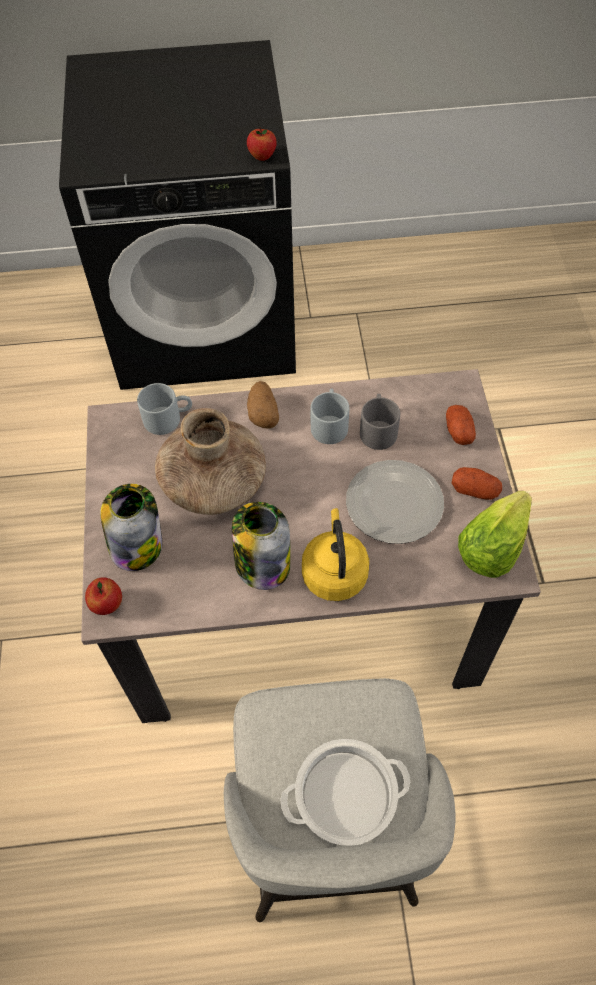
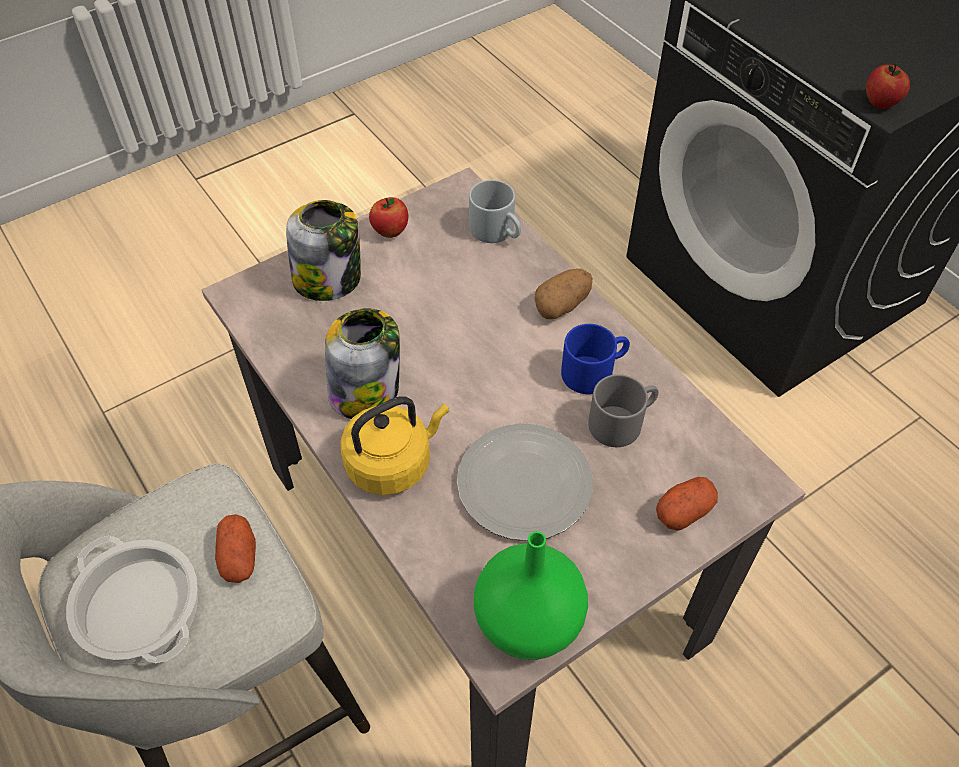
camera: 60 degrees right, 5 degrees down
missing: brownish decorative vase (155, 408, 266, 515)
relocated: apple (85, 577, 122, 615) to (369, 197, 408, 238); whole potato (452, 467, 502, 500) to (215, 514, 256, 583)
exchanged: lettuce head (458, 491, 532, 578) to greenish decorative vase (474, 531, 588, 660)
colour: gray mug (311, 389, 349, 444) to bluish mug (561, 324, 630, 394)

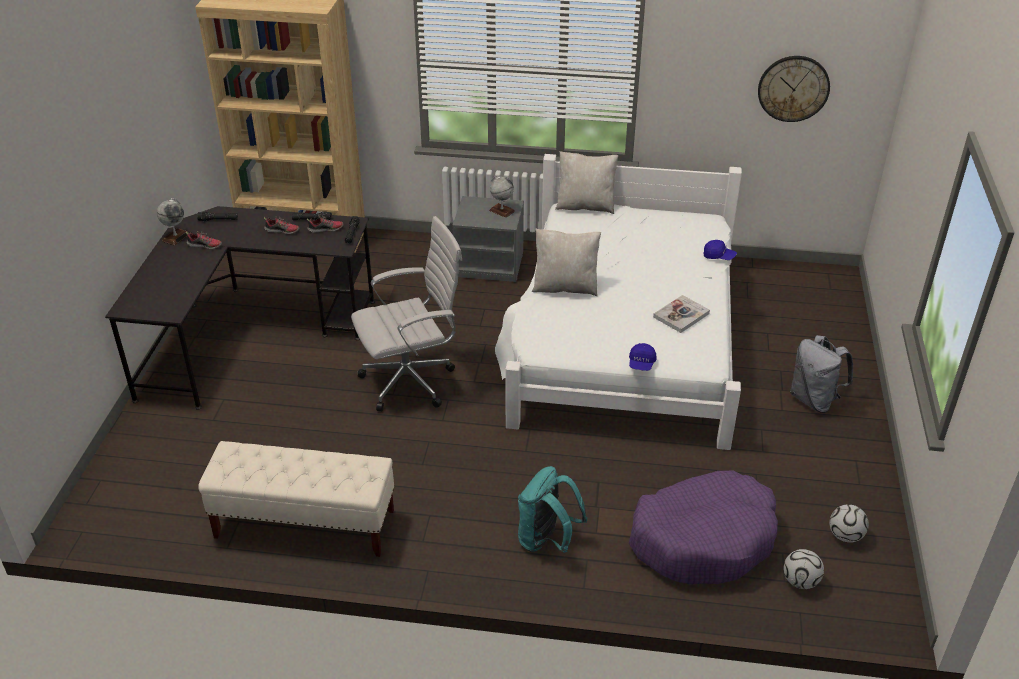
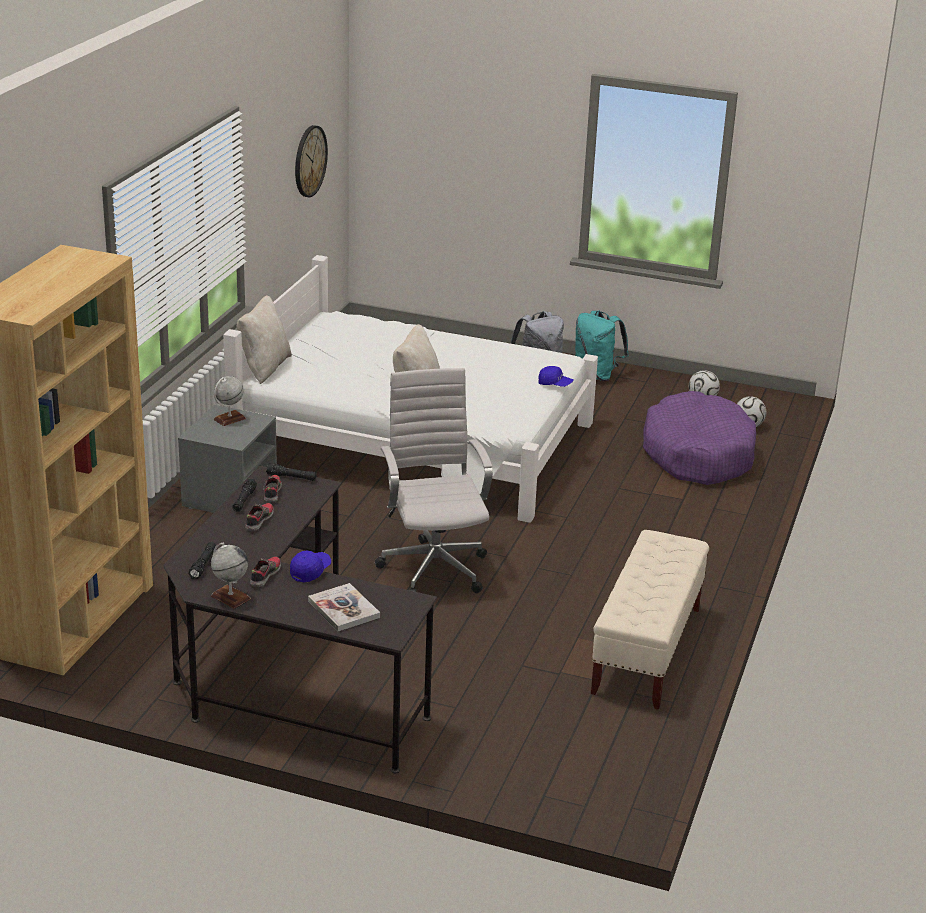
camera: 80 degrees left, 10 degrees down
relocated: turquoise backpack (518, 466, 587, 553) to (575, 311, 629, 381); volume (653, 295, 710, 333) to (308, 583, 380, 631); bluish peaked cap (703, 240, 737, 260) to (290, 551, 331, 583)

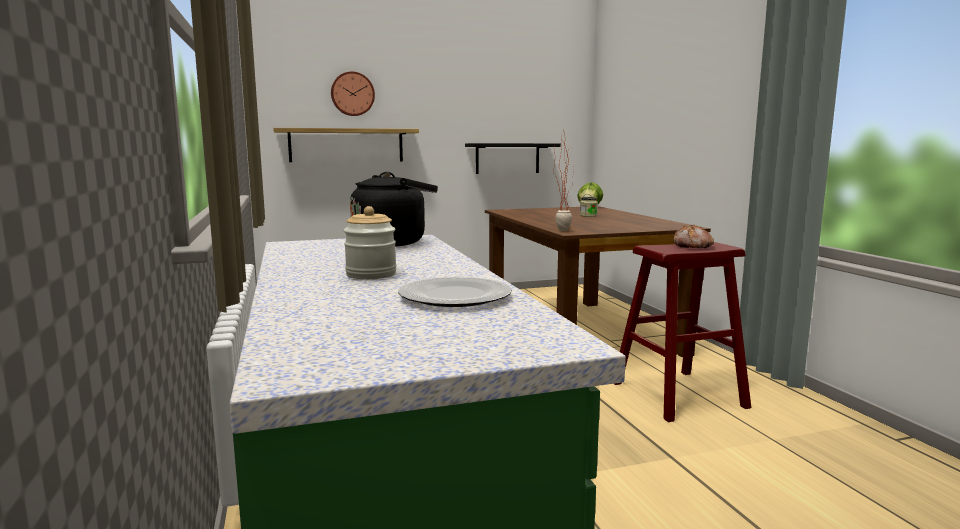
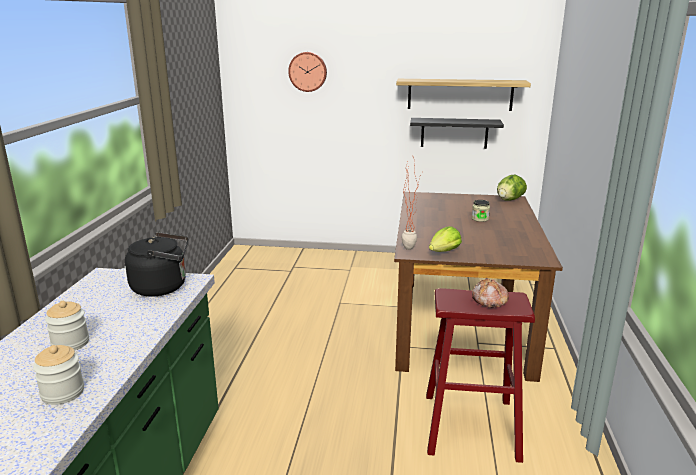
camera: 25 degrees right, 10 degrees up
appeared: lettuce head (429, 226, 462, 252)
relocated: wall shelf (273, 128, 419, 162) to (396, 79, 531, 111)
exchanged: flat dish (398, 276, 512, 307) to storage jar (33, 345, 84, 405)

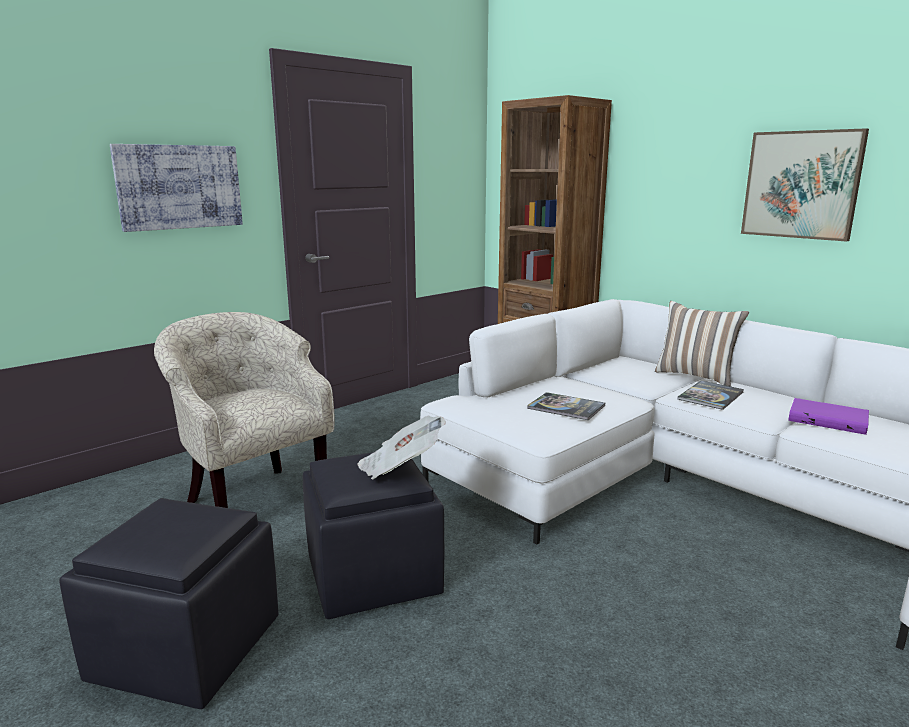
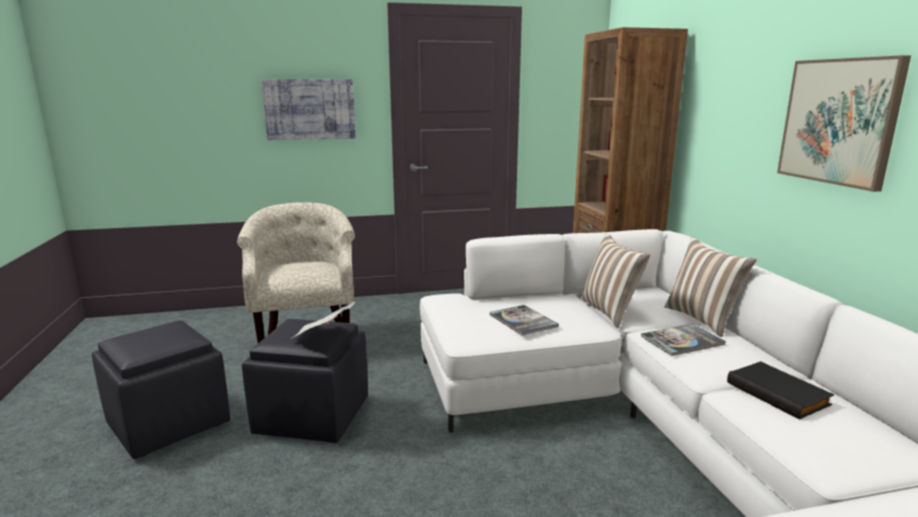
camera: 30 degrees right, 0 degrees up
appeared: throw pillow (581, 234, 650, 328)
colour: purple volume (788, 398, 869, 435) to blackish volume (727, 361, 834, 419)

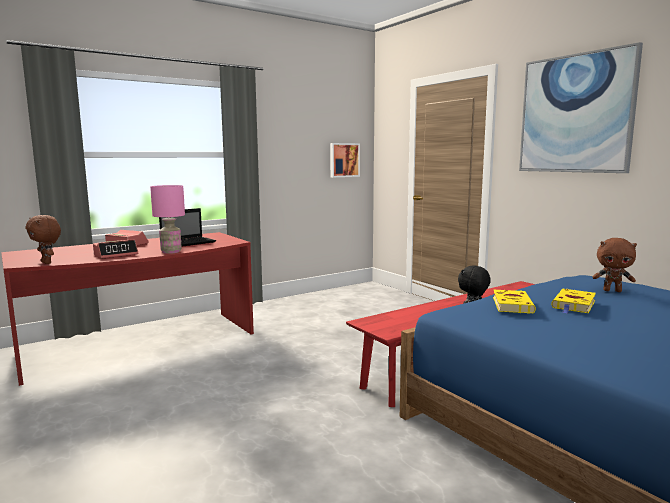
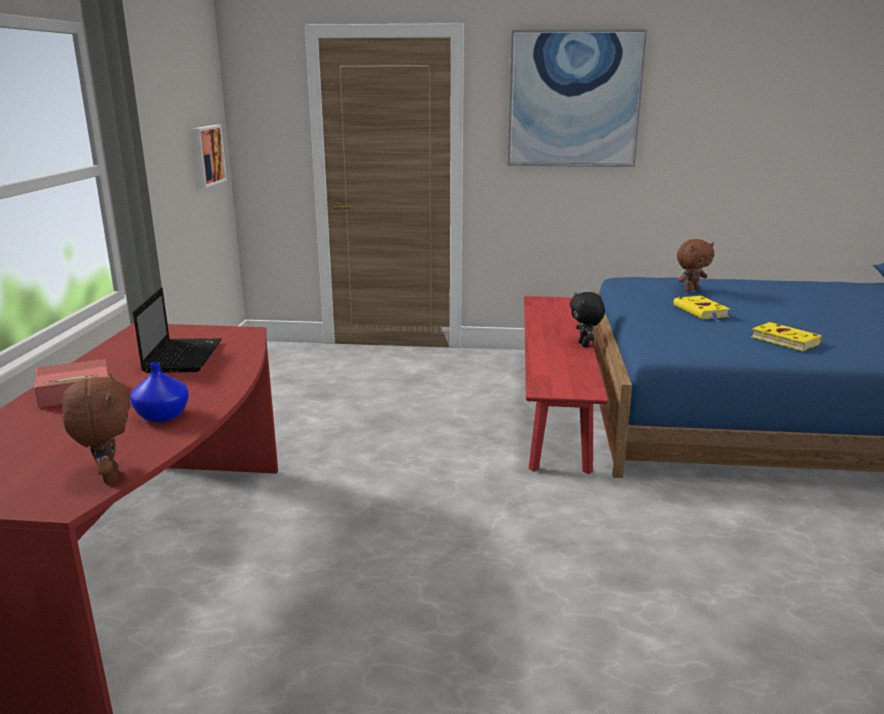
camera: 50 degrees left, 10 degrees up
missing: pink lamp for a table (150, 185, 185, 254)
relocated: yellow-coloured volume (493, 290, 536, 314) to (751, 322, 822, 351)
exchanged: bedside clock (93, 240, 138, 259) to bluish decorative vase (130, 362, 189, 422)
spun: brownish soft toy (26, 215, 61, 264) = (62, 373, 131, 484) 105 degrees counterclockwise

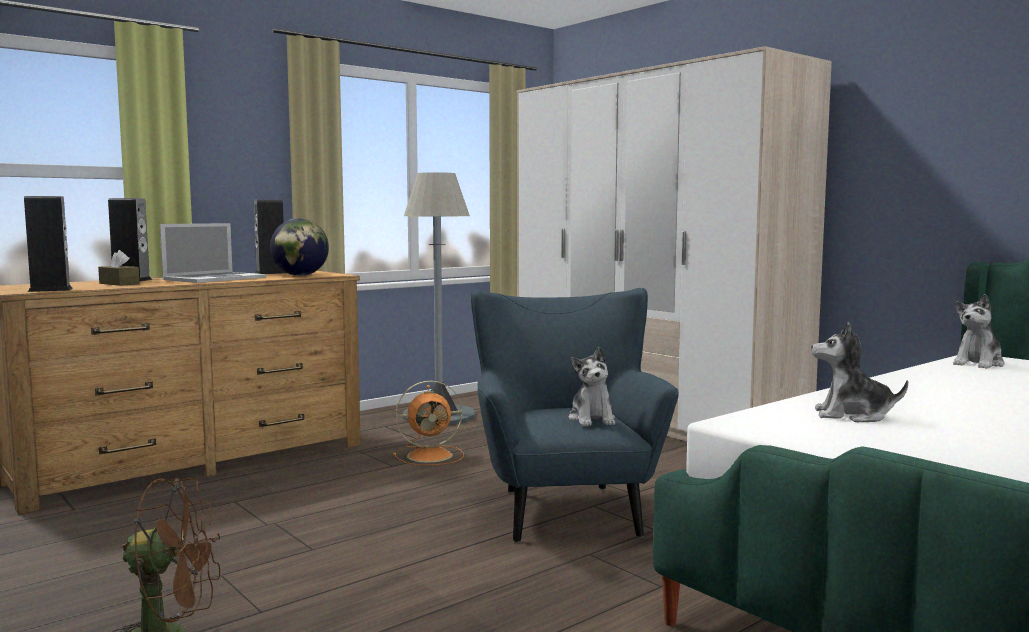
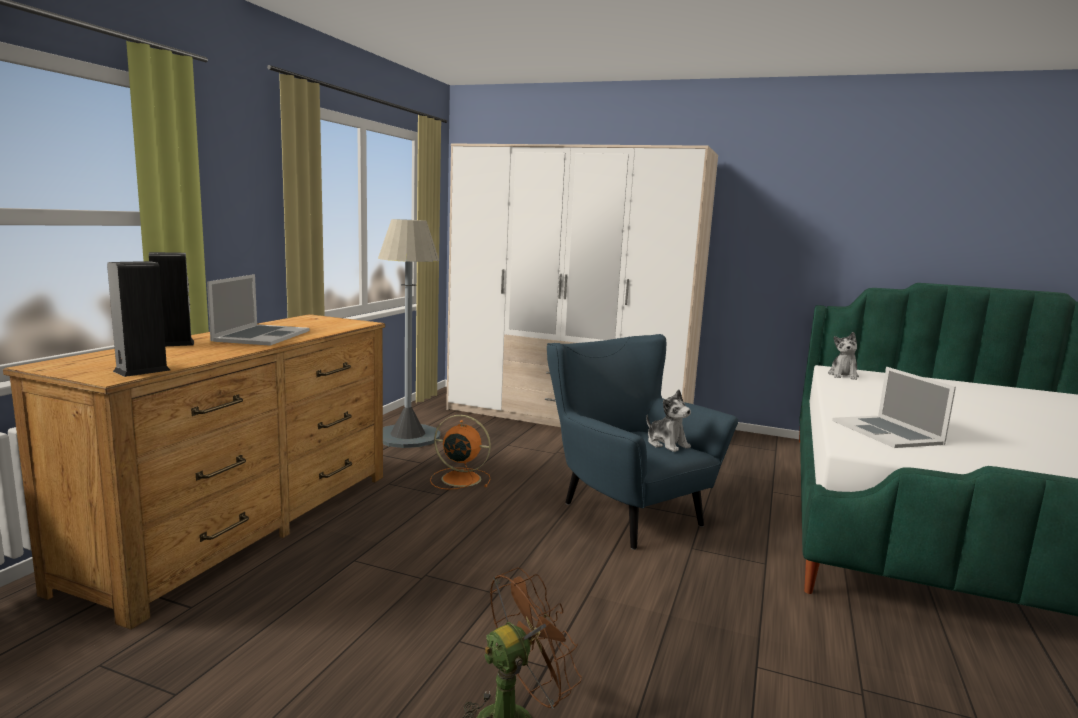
camera: 30 degrees left, 5 degrees up
missing: brownish tissue box (98, 250, 140, 286); audio speaker (254, 200, 286, 274); globe (270, 219, 329, 276)
exchanged: soft toy (811, 322, 908, 422) to laptop (832, 367, 956, 448)
spun: orangey electric fan (393, 381, 464, 465) = (430, 415, 491, 490) 120 degrees counterclockwise

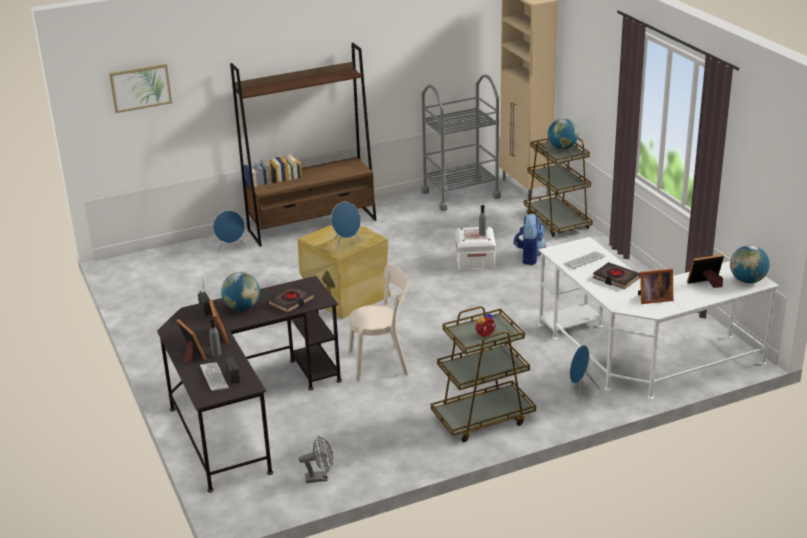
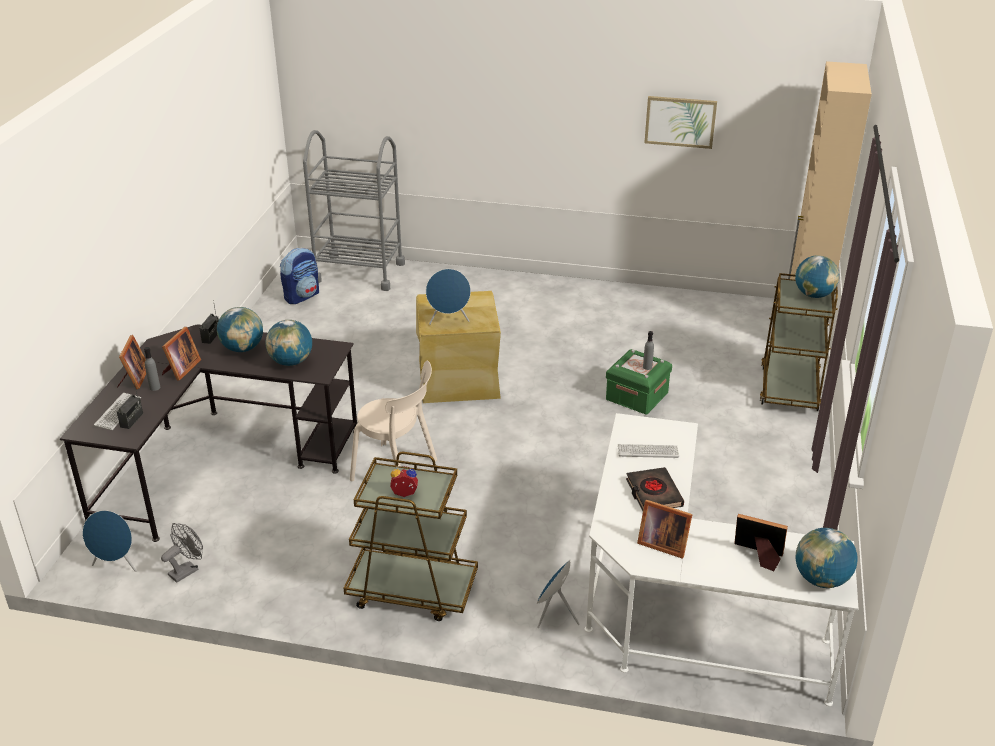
camera: 35 degrees right, 5 degrees up
missing: brownish bookcase (230, 43, 376, 247)
relocated: wall art (109, 64, 172, 113) to (644, 96, 717, 149); bluish audio speaker (213, 210, 246, 254) to (82, 510, 136, 572); gray wheeled cart (421, 74, 501, 211) to (303, 130, 405, 291); backpack (514, 214, 546, 265) to (280, 248, 319, 304)
exchanged: blackish volume (267, 285, 315, 313) to globe (266, 320, 312, 366)
colour: whitish storage box (455, 227, 496, 270) to greenish storage box (606, 349, 672, 414)
spun: gray electric fan (298, 435, 333, 483) = (161, 523, 203, 583) 75 degrees counterclockwise

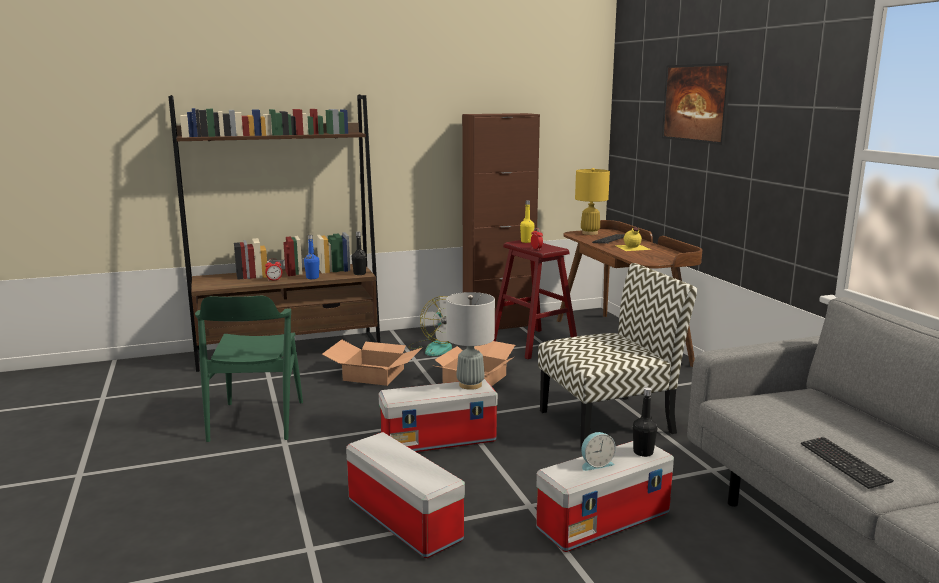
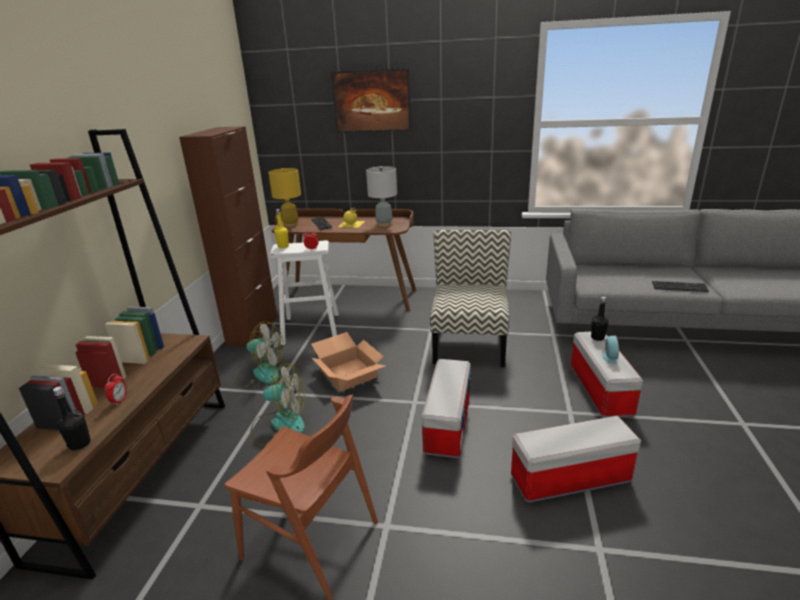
camera: 60 degrees left, 10 degrees up
missing: bluish beverage bottle (304, 235, 319, 279)
relocated: blackish beverage bottle (352, 232, 367, 275) to (53, 386, 91, 451); gray lamp for a table (446, 292, 495, 390) to (366, 166, 397, 227)
exchanged: packing box (322, 340, 423, 386) to electric fan (250, 363, 305, 446)
colour: greenish plain chair (195, 296, 303, 442) to brownish plain chair (225, 395, 378, 600); red stool (493, 240, 577, 359) to whitish stool (270, 240, 338, 345)

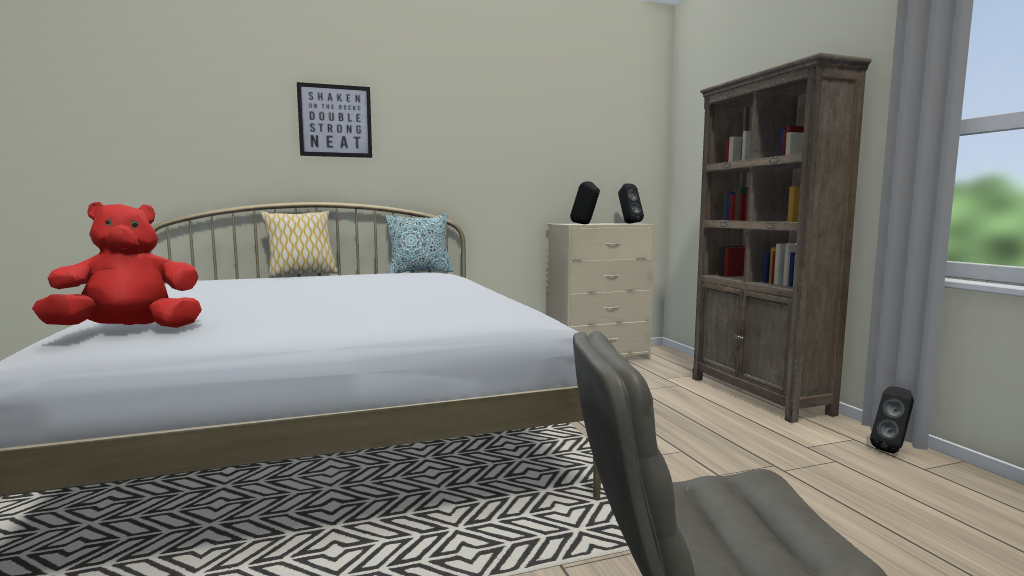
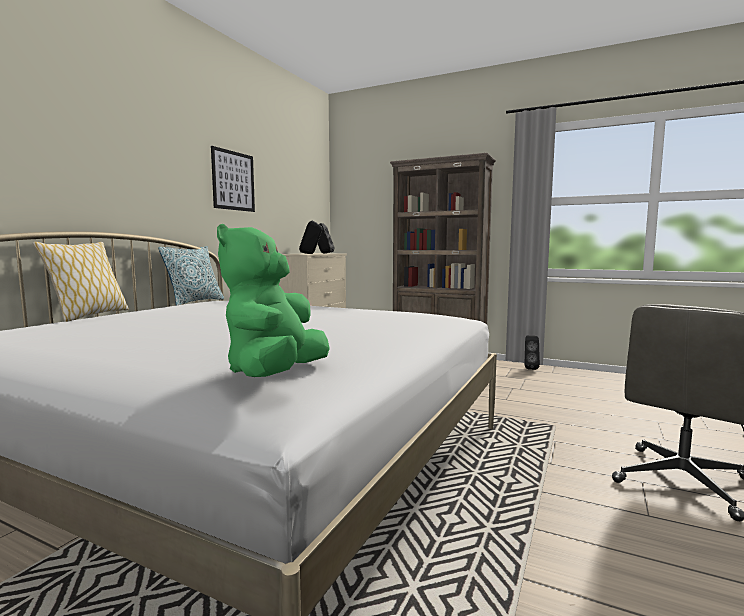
camera: 45 degrees left, 0 degrees up
relocated: wall art (297, 82, 372, 158) to (211, 146, 255, 212)
colour: red soft toy (32, 202, 202, 328) to greenish soft toy (217, 224, 330, 377)

